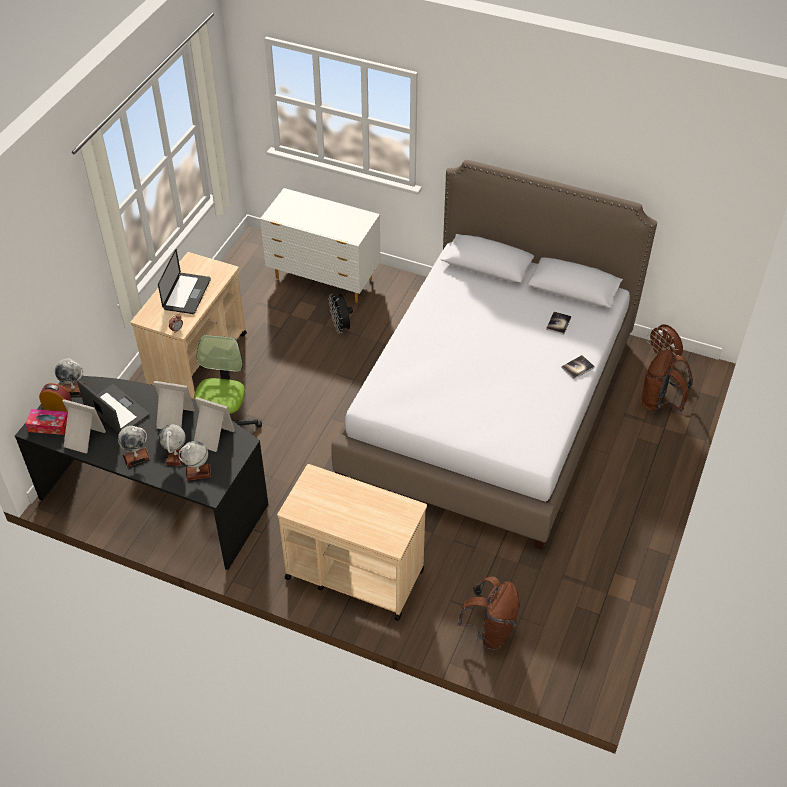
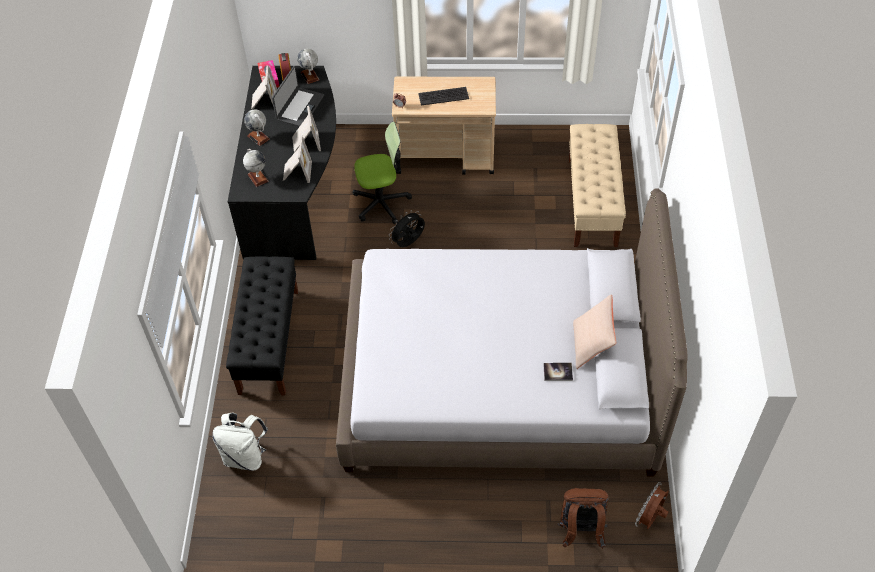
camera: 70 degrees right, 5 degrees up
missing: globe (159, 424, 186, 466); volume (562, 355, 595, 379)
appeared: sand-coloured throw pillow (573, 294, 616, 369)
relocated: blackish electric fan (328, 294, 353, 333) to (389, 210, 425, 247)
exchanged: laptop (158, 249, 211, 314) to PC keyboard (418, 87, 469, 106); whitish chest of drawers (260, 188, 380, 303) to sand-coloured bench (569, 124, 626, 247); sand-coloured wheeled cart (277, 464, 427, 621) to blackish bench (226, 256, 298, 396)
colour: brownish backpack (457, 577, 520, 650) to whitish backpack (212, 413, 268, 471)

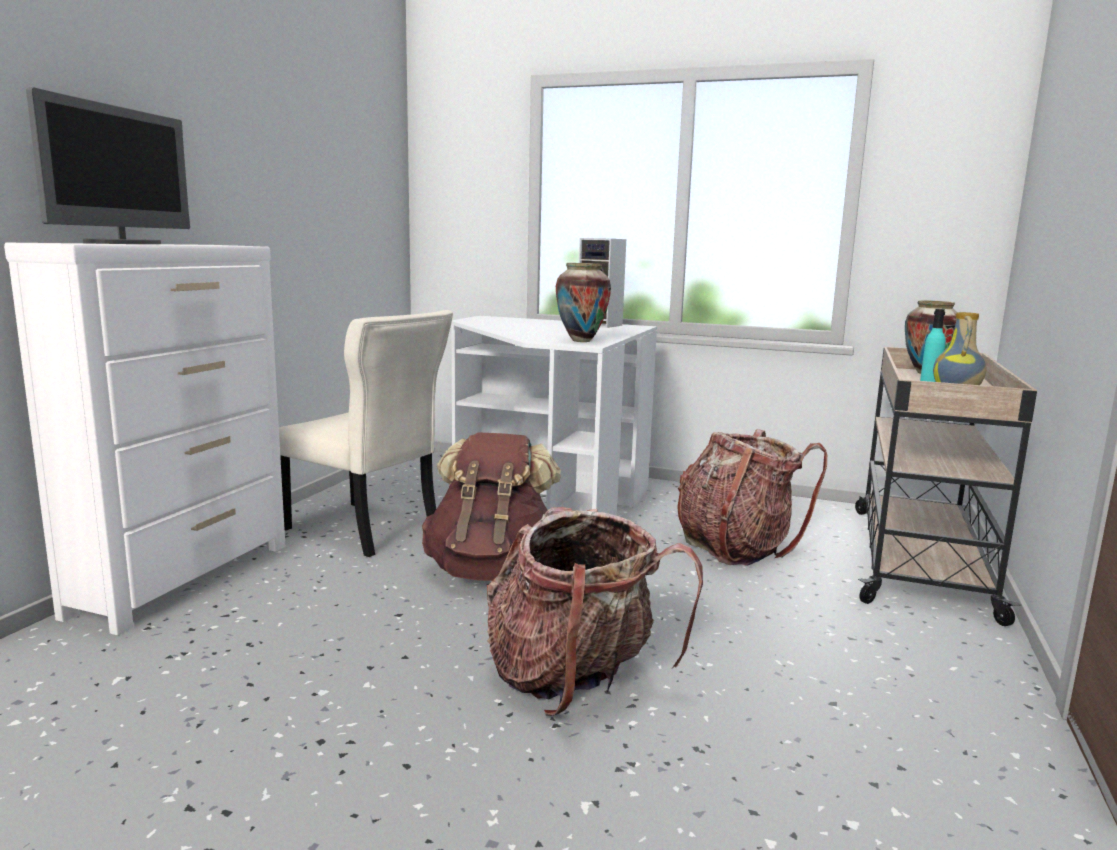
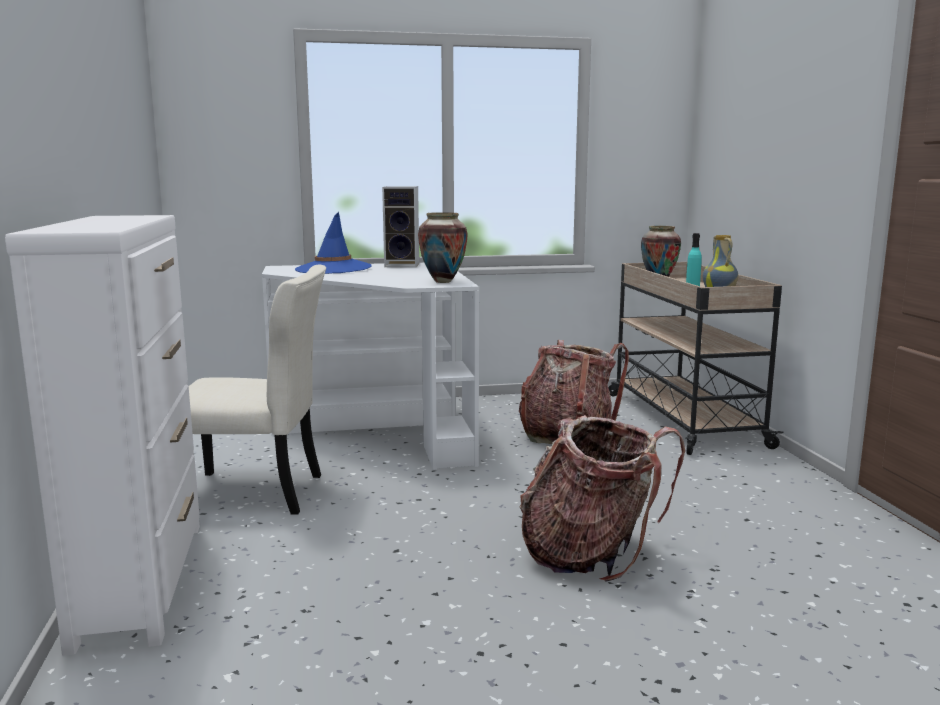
camera: 30 degrees left, 0 degrees up
missing: computer screen (26, 88, 190, 244); brownish backpack (422, 432, 561, 581)
appeared: bluish hat (295, 212, 372, 274)

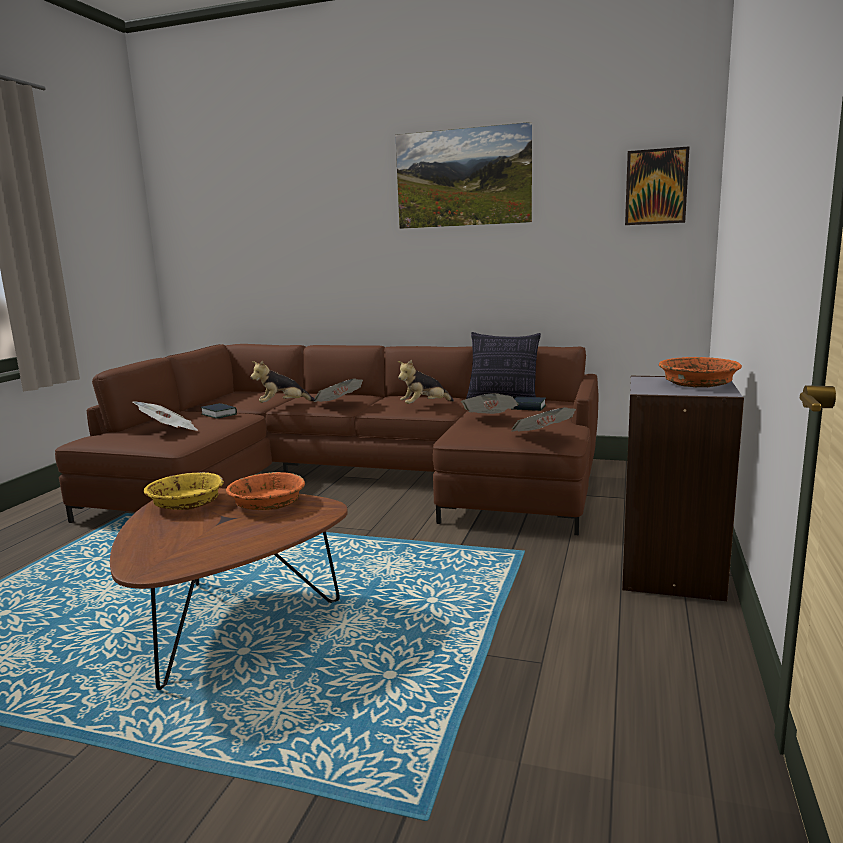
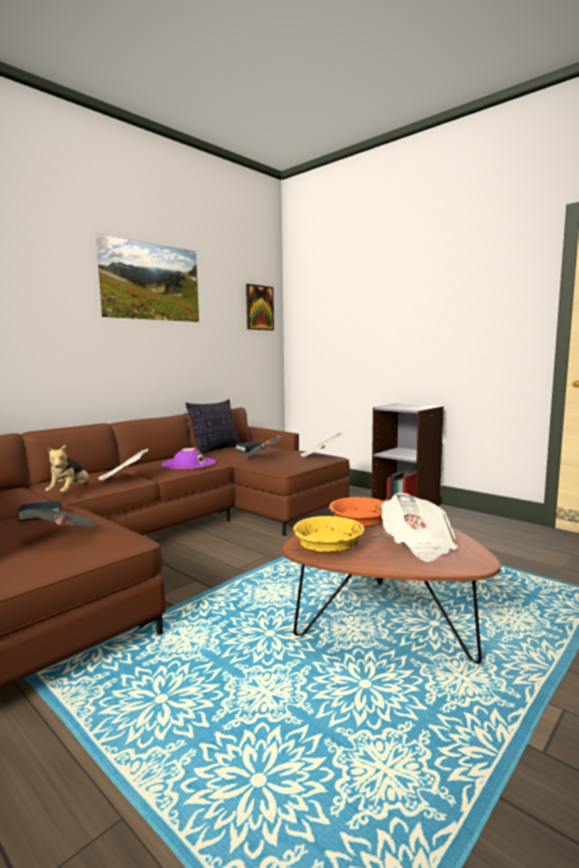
camera: 65 degrees left, 5 degrees down
missing: orangey bowl (659, 357, 742, 387)
appeared: newspaper (381, 493, 458, 562)
exchanged: soft toy (398, 360, 454, 404) to purple hat (161, 448, 215, 469)

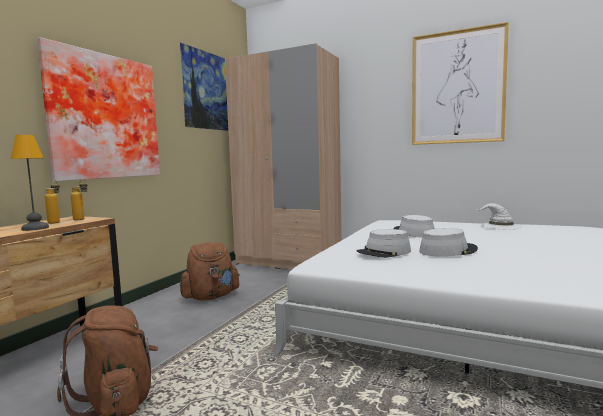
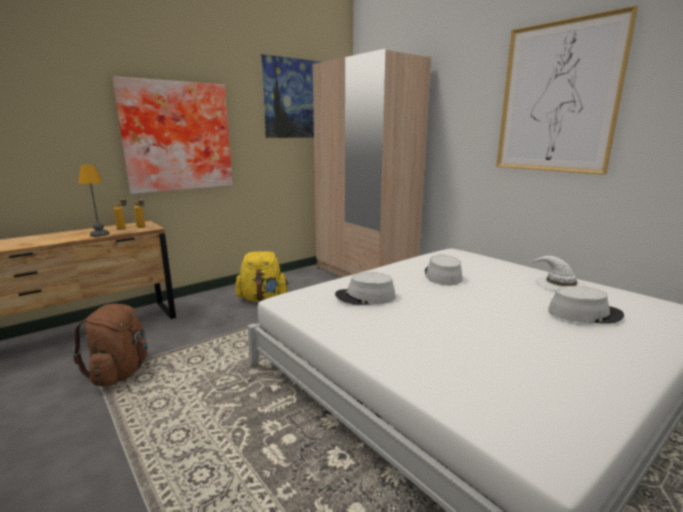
camera: 25 degrees right, 10 degrees up
relocated: gray hat (419, 228, 478, 257) to (548, 286, 624, 324)
colour: brownish backpack (180, 242, 239, 301) to yellow-coloured backpack (235, 252, 289, 302)

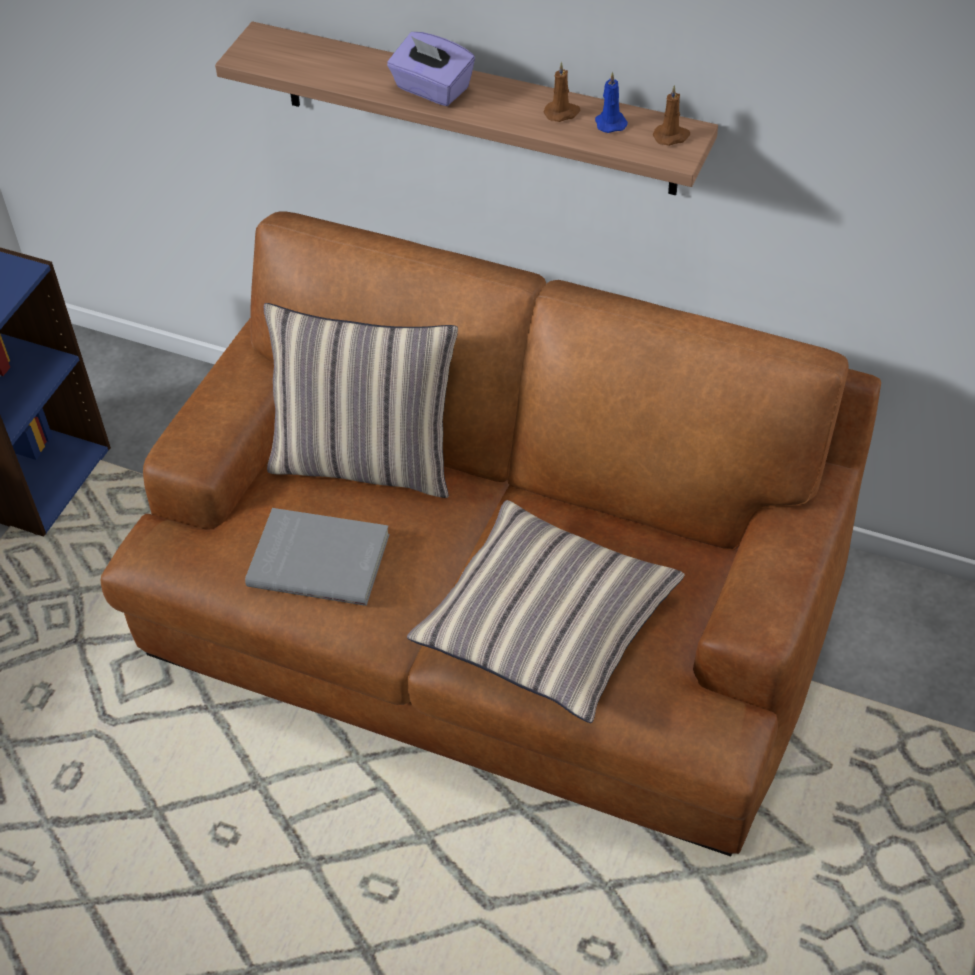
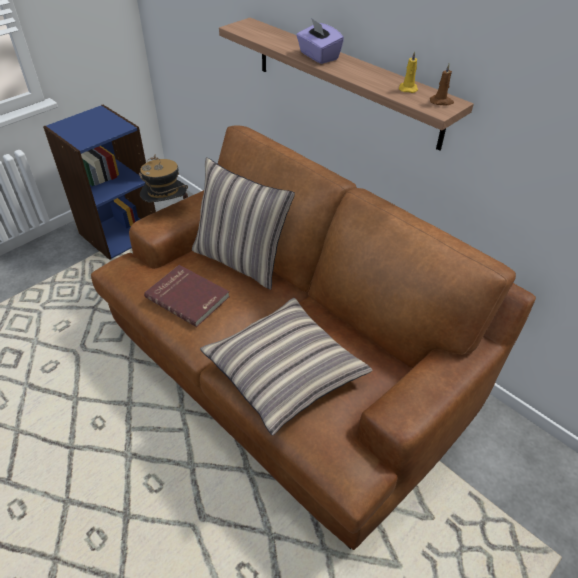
camera: 20 degrees right, 5 degrees down
missing: brownish wax light (544, 62, 580, 122)
appeared: hat (139, 154, 188, 203)
colour: gray volume (245, 508, 389, 606) to red volume (144, 265, 230, 327); bluish wax light (595, 72, 628, 133) to yellow-coloured wax light (399, 51, 418, 93)

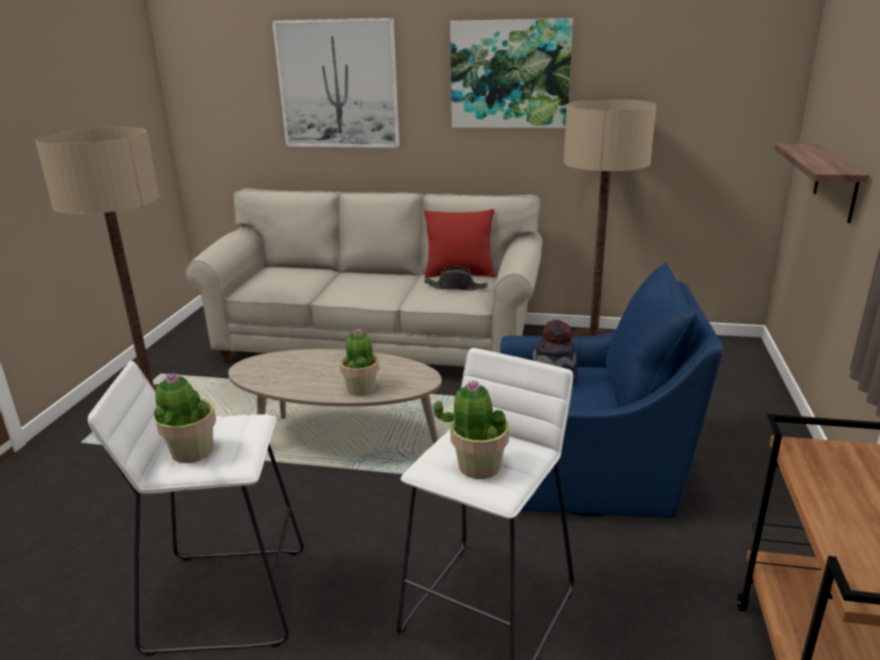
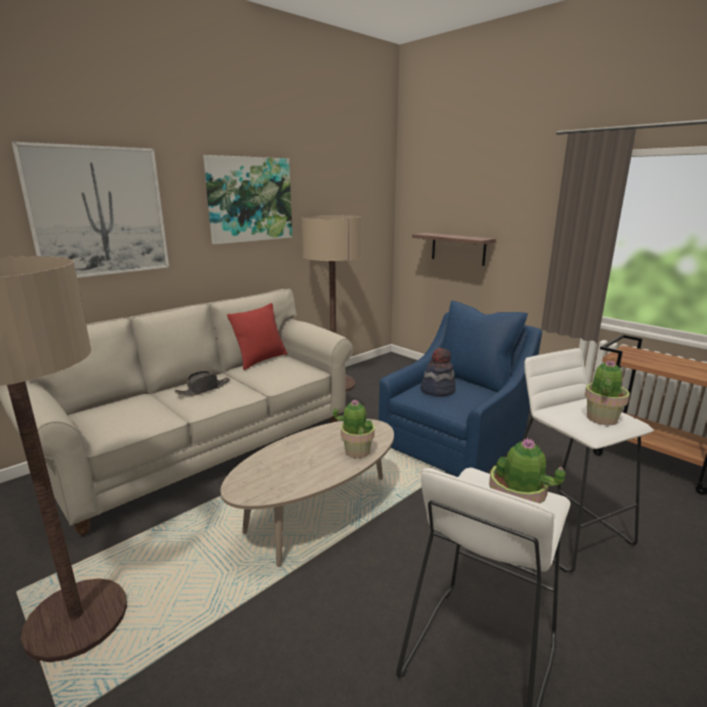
camera: 55 degrees left, 5 degrees down
relocated: blackish hat (424, 267, 488, 291) to (174, 371, 230, 396)

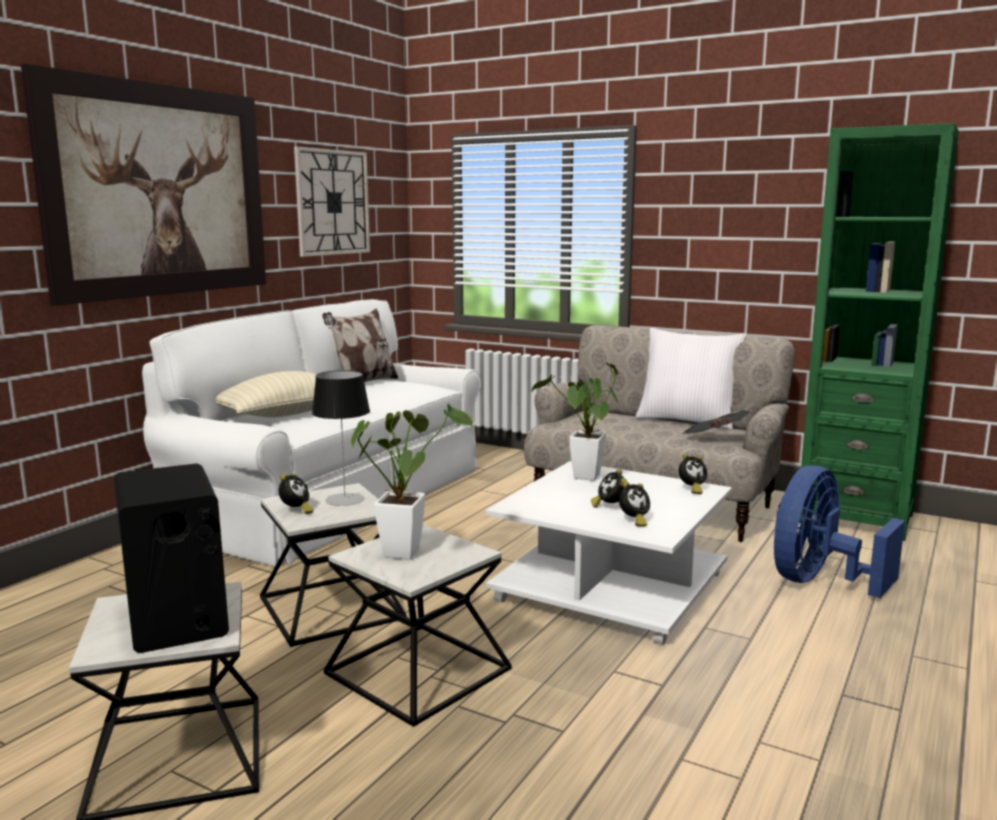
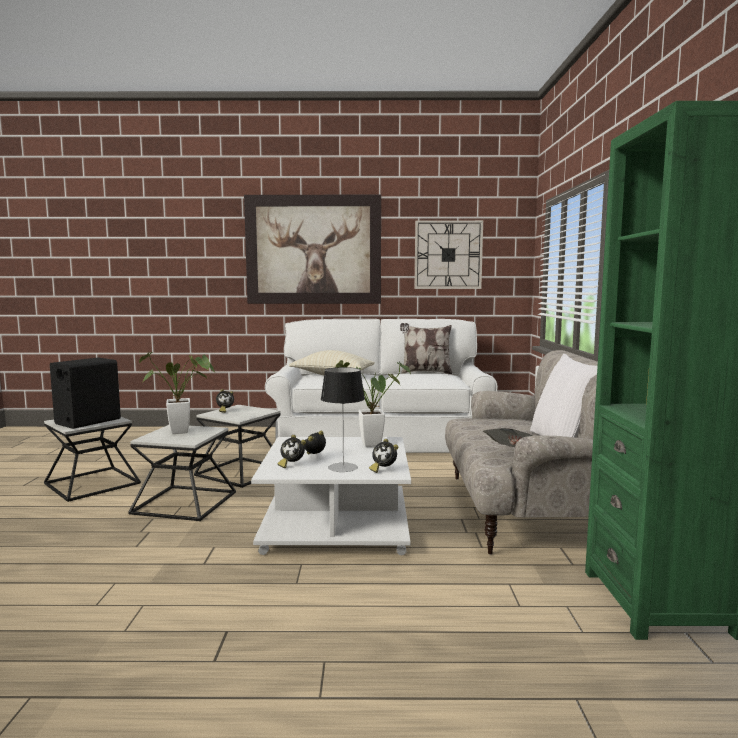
camera: 60 degrees right, 5 degrees down
missing: bluish electric fan (774, 466, 905, 598)
relocated: lamp for a table (312, 370, 370, 506) to (321, 367, 365, 472)

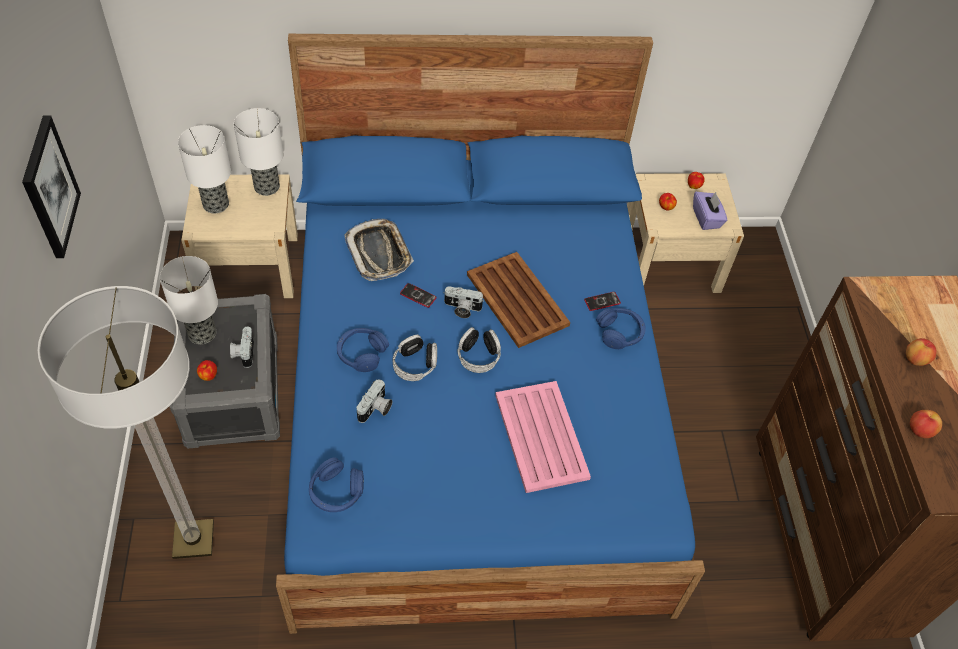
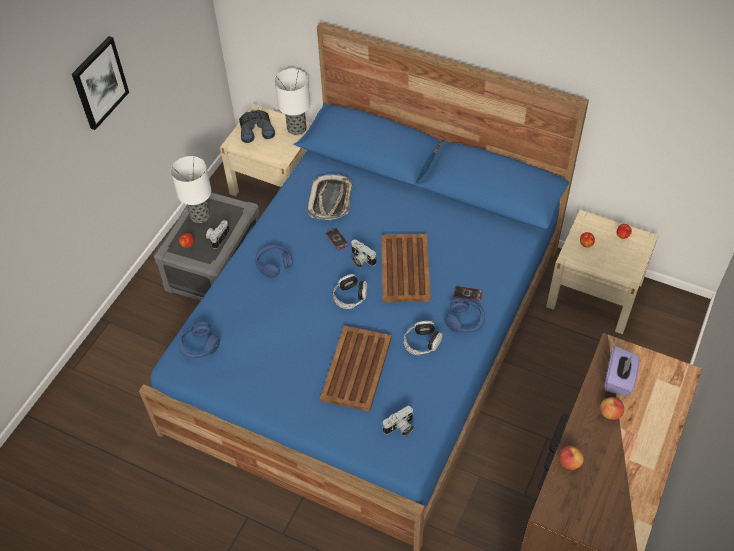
camera: 35 degrees right, 0 degrees up
missing: standing lamp (38, 286, 214, 559)
relocated: photo camera (357, 379, 392, 423) to (382, 406, 414, 436); headphones (392, 335, 437, 381) to (404, 321, 443, 355); purple tissue box (693, 192, 727, 230) to (605, 346, 640, 396)
exchanged: lamp for a table (178, 125, 231, 213) to gray field glasses (239, 110, 275, 143)
colour: pink serving tray (495, 381, 591, 493) to brownish serving tray (320, 326, 392, 412)

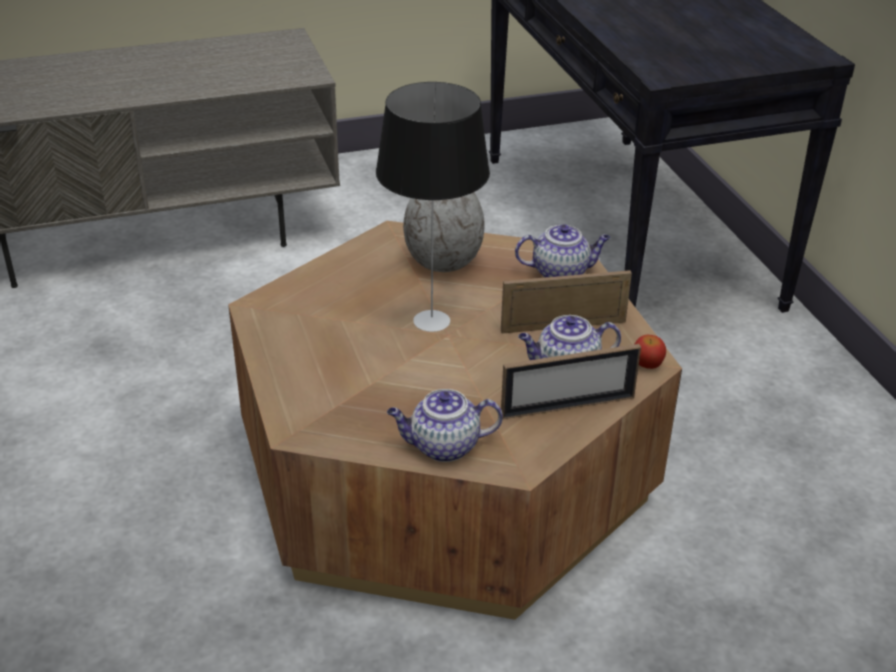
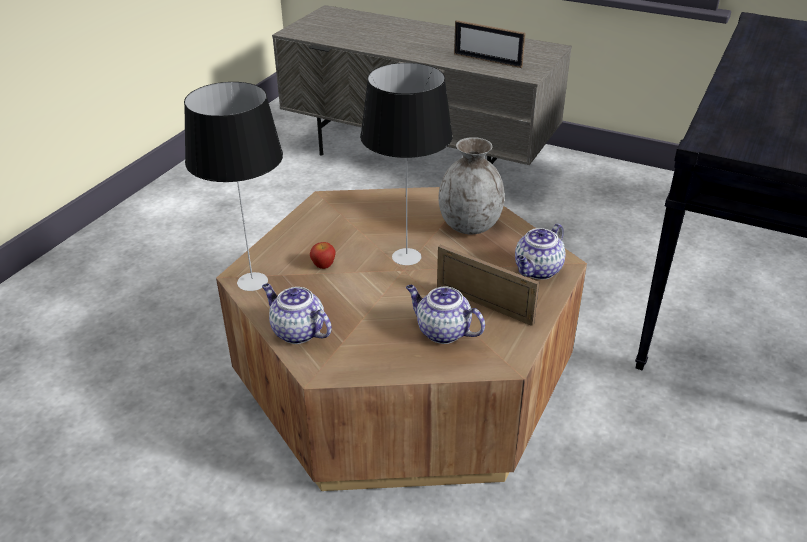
camera: 45 degrees right, 0 degrees up
appeared: lamp for a table (184, 82, 283, 291)
relocated: photo frame (501, 344, 641, 420) to (454, 20, 526, 68); apple (635, 334, 666, 369) to (310, 242, 336, 269)
spun: pot for tea (515, 224, 610, 278) = (515, 224, 566, 280) 90 degrees clockwise

